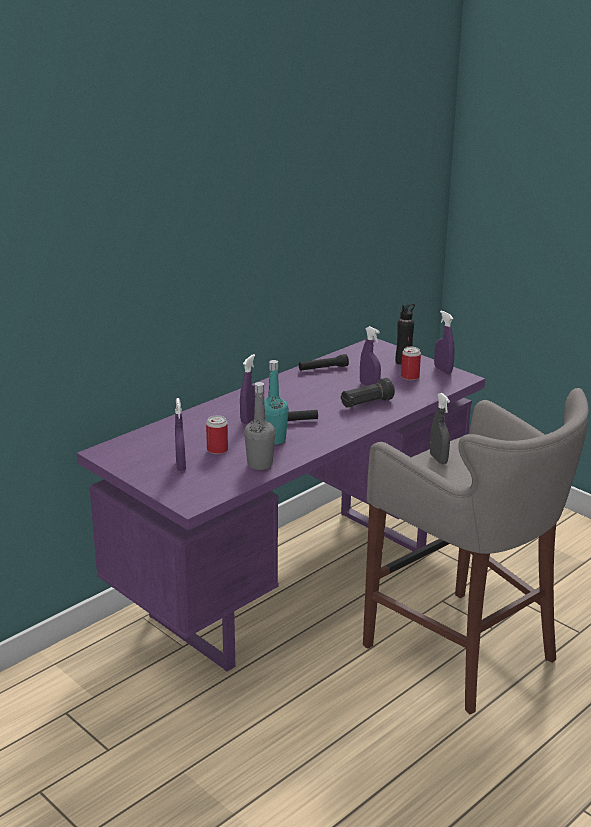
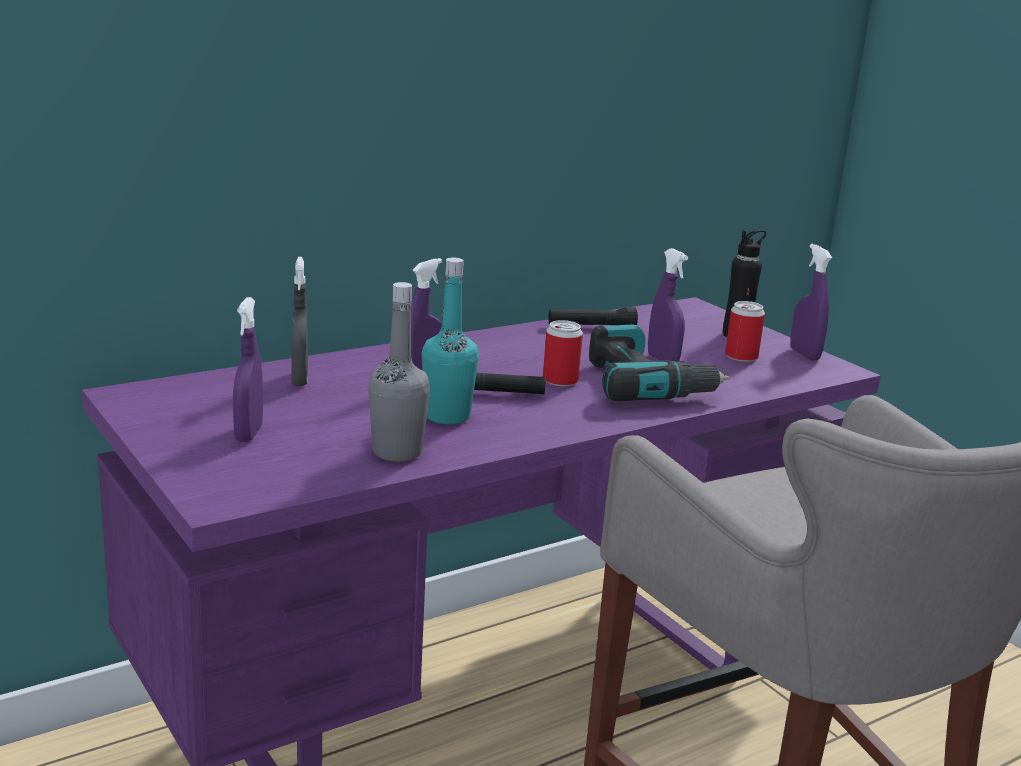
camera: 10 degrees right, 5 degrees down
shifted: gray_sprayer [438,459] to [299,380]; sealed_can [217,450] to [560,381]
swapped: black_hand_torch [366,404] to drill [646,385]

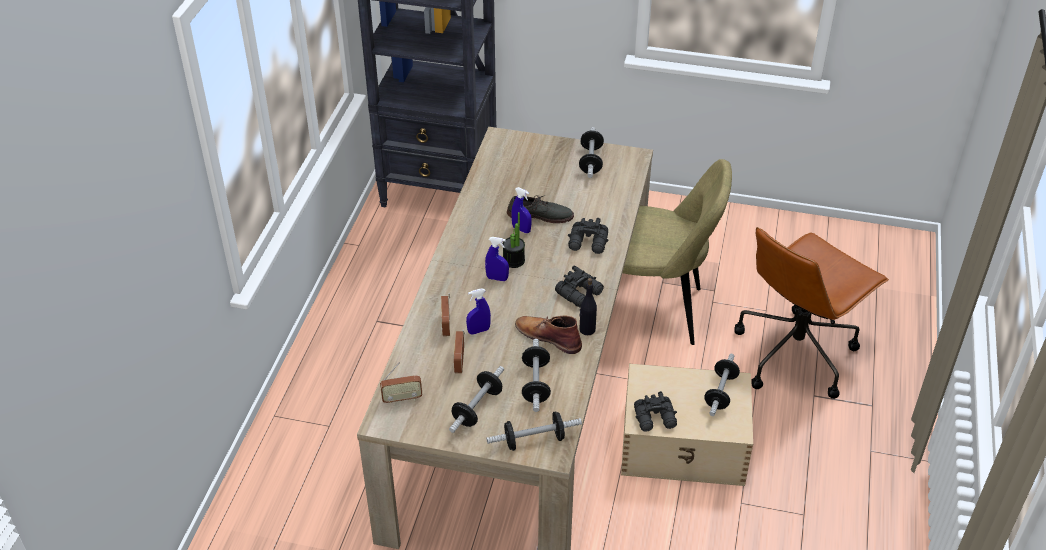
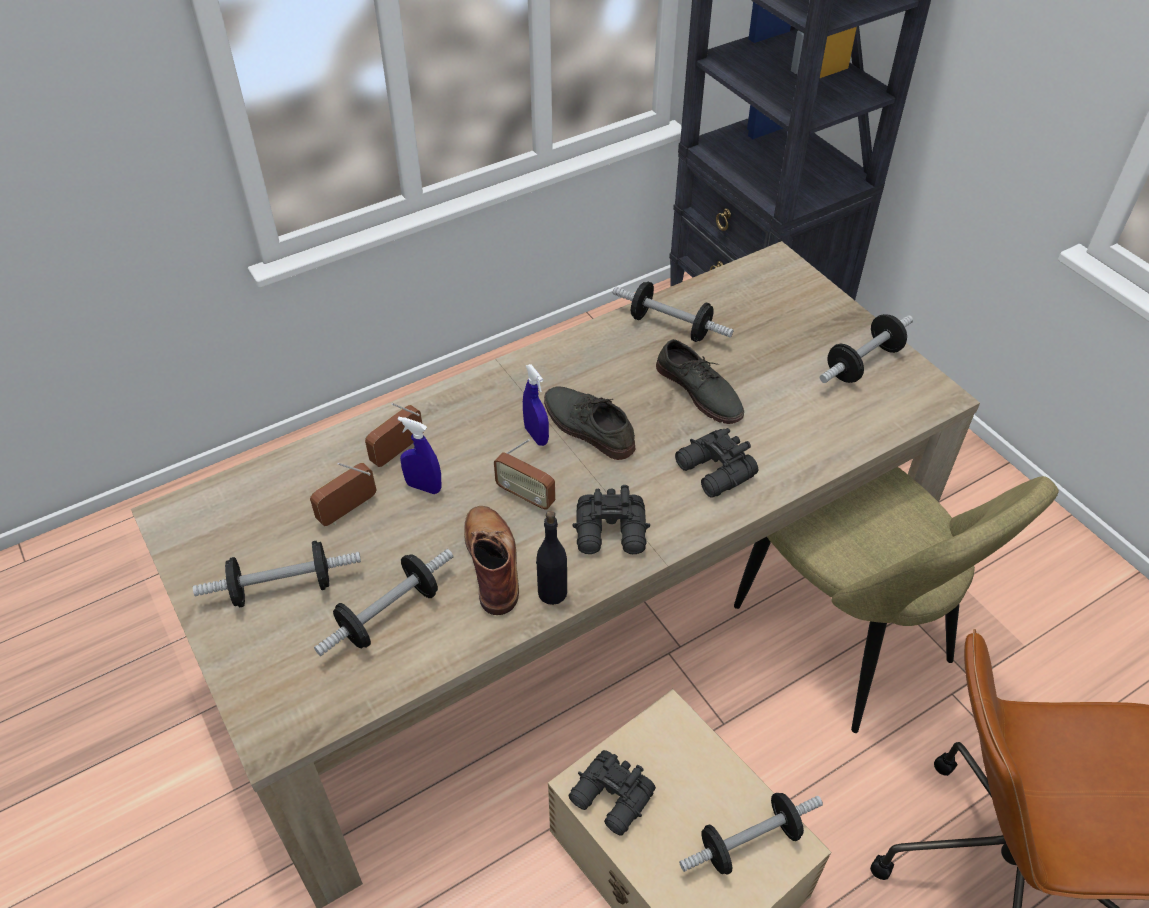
camera: 45 degrees right, 5 degrees up
gone: blue_sprayer [521,229]
shifted: radio [402,398] to [525,496]; free_weight [534,440] to [670,326]
swapped: potted_plant [513,260] to gray_item_of_footwear [587,427]

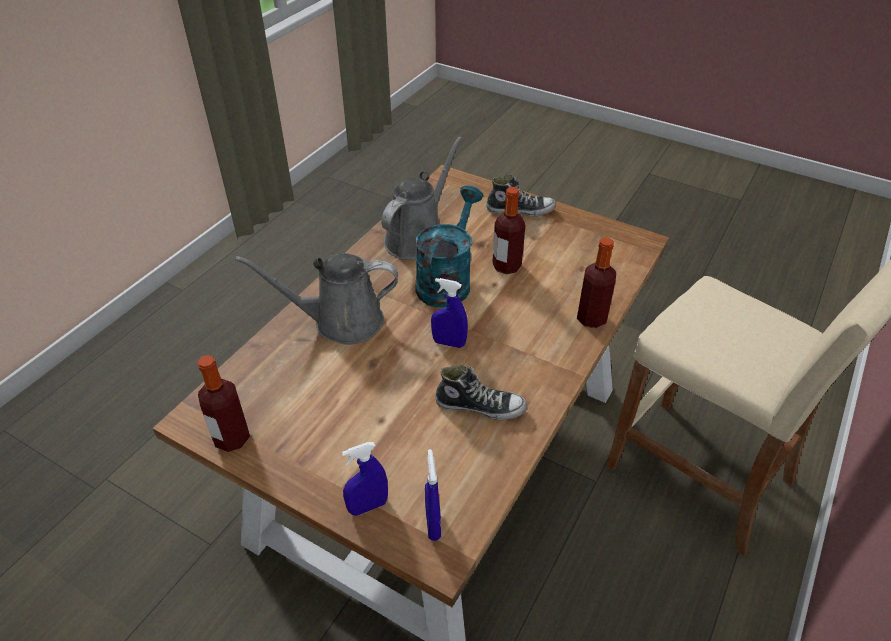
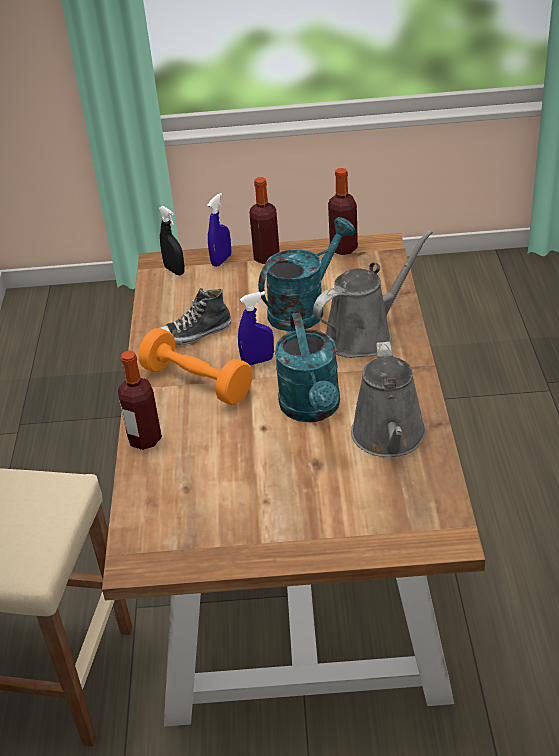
camera: 150 degrees right, 5 degrees down
gone: item_of_footwear [520,210]
new: orange_free_weight [197,382]; turquoise_sprinkling_can [304,308]
shifted: drink_bottle [506,266] to [266,257]
repainted: blue_sprayer [433,524] to black_sprayer [174,270]

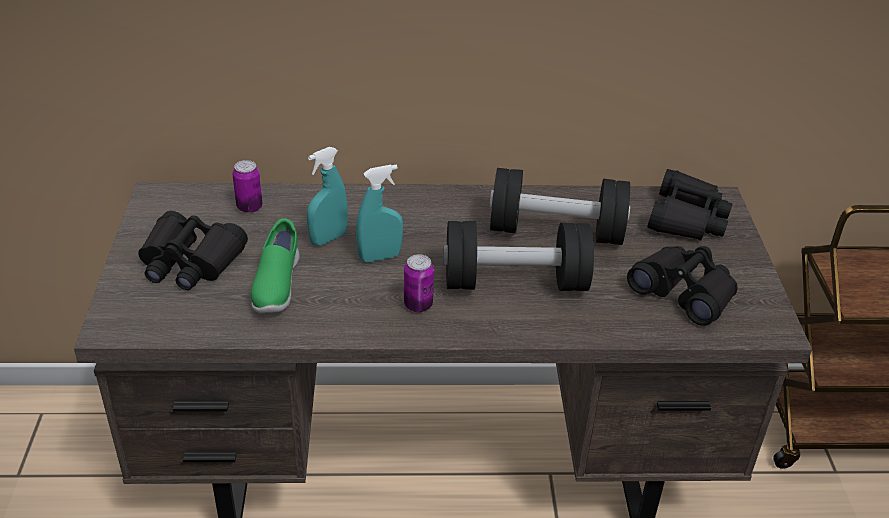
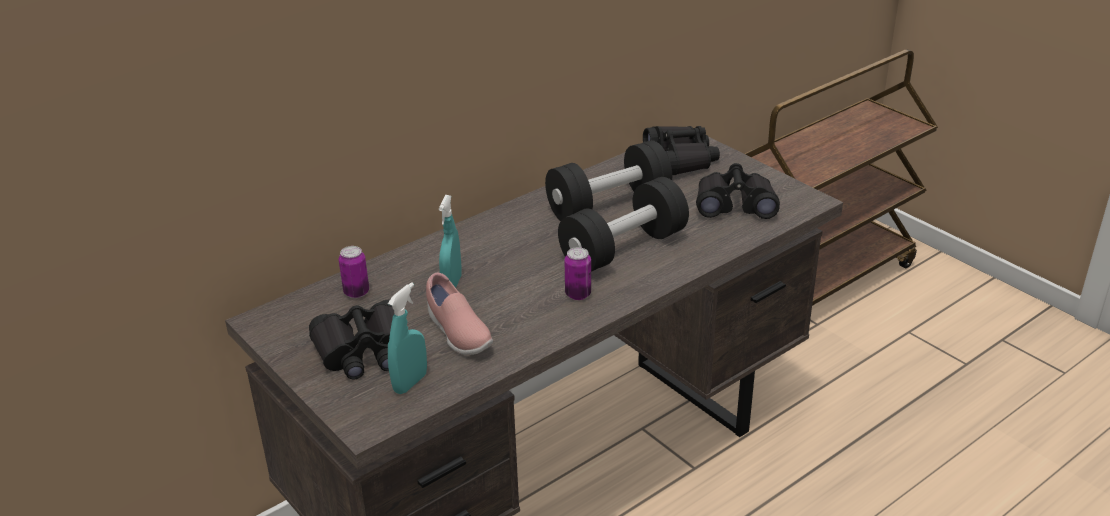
camera: 35 degrees left, 5 degrees down
shifted: turquoise_sprayer [380,257] to [410,383]
repainted: green_item_of_footwear [276,286] to pink_item_of_footwear [457,333]

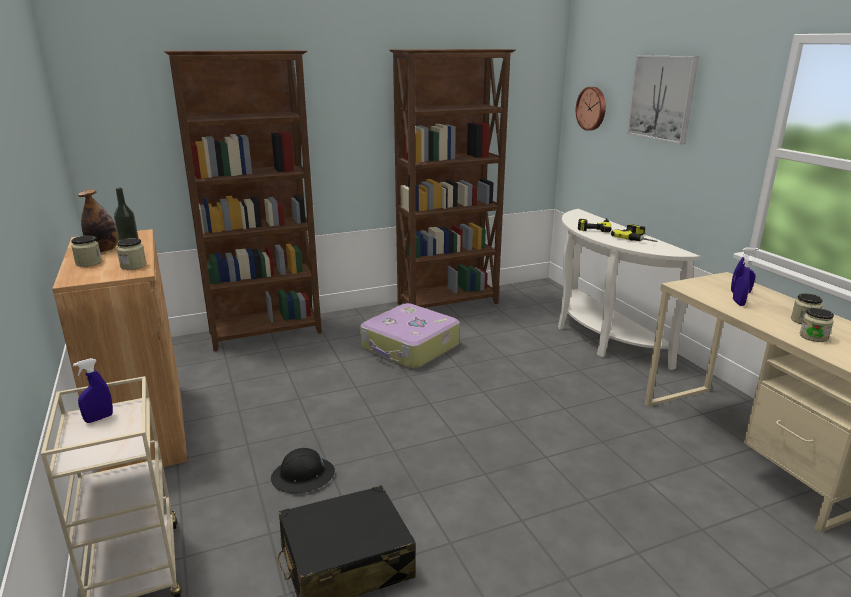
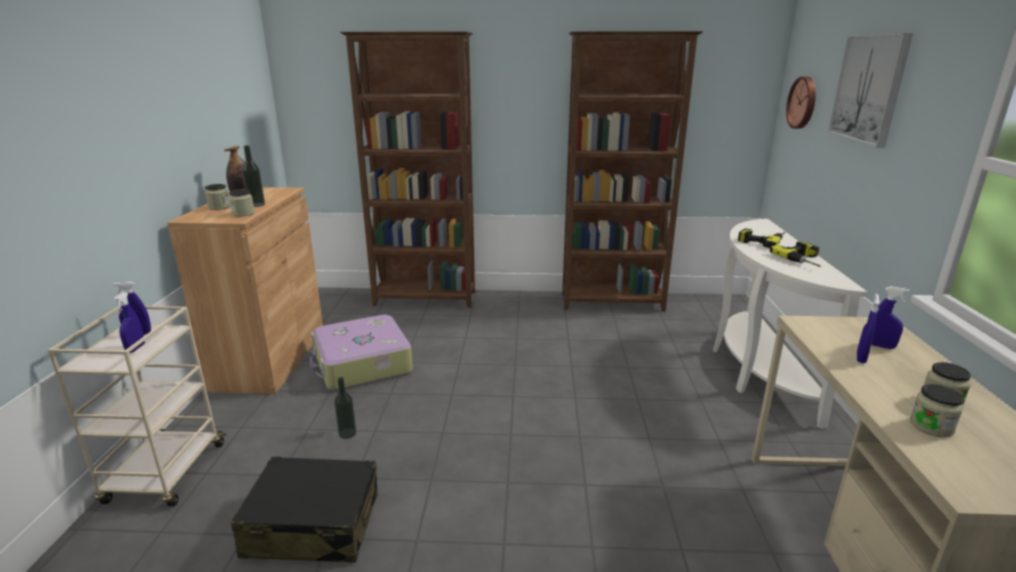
camera: 25 degrees right, 0 degrees up
new: blue_sprayer [135,348]
shifted: travel_case [410,347] to [362,364]
swapped: black_hard_hat [303,476] to drink_bottle [347,433]

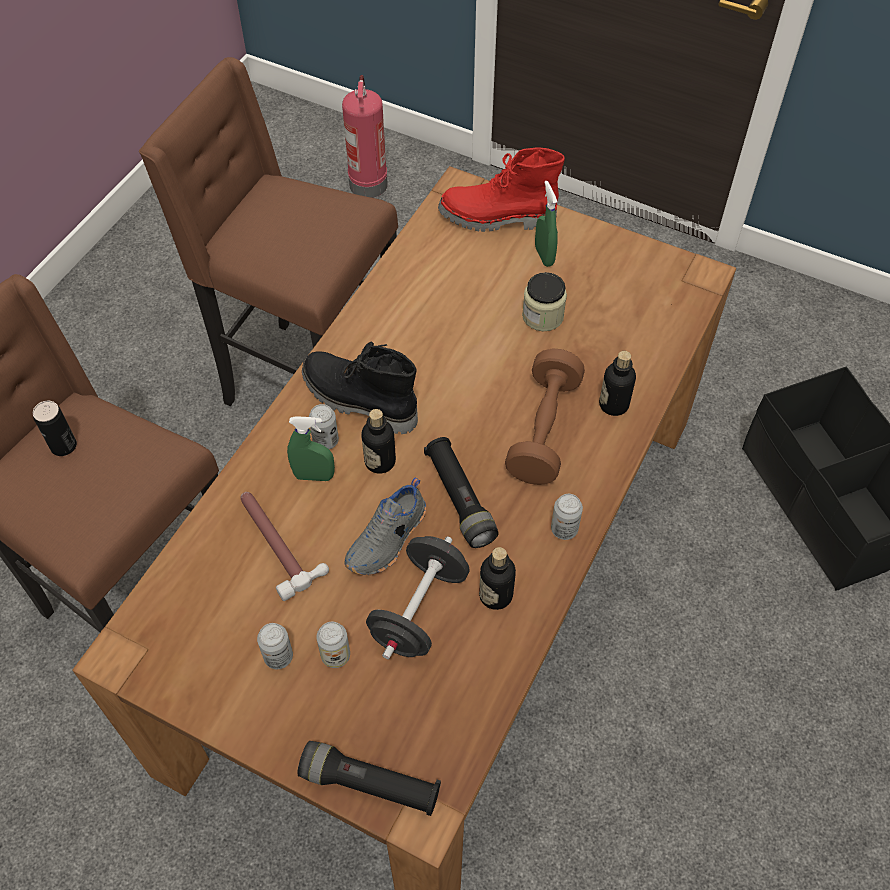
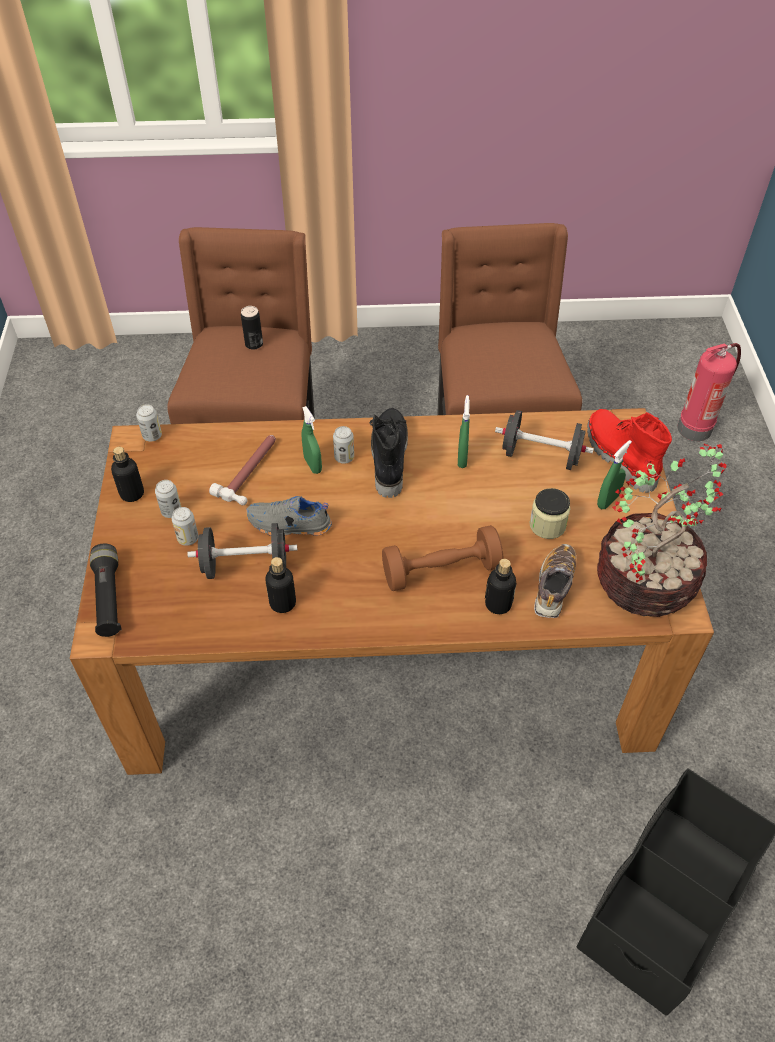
camera: 60 degrees right, 5 degrees down
gone: black_hand_torch [460,499]
new: green_sprayer [462,458]; black_free_weight [541,456]; item_of_footwear [554,587]; potted_plant [646,580]
shifted: drink_bottle [380,461] to [132,493]; sealed_can [564,529] to [152,436]

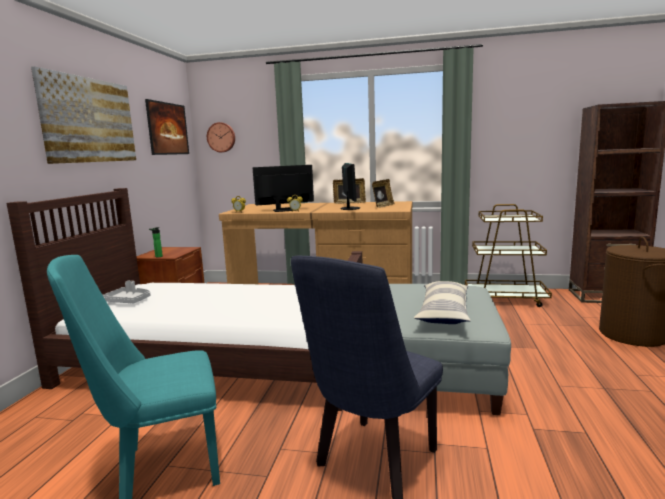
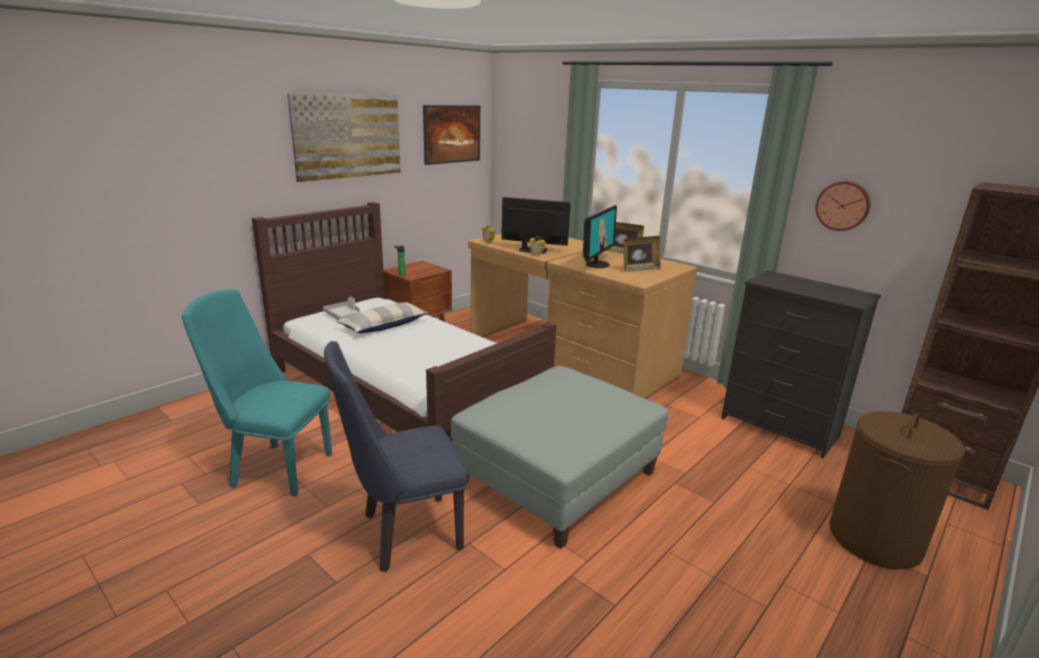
camera: 30 degrees right, 10 degrees up
shifted: cushion [443,312] to [384,326]; wall_clock [221,137] to [843,205]
swapped: brown_wheeled_cart [505,299] to black_dresser [780,427]

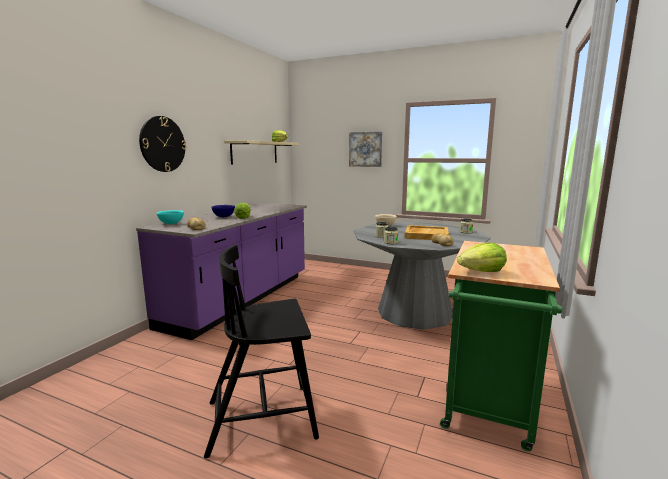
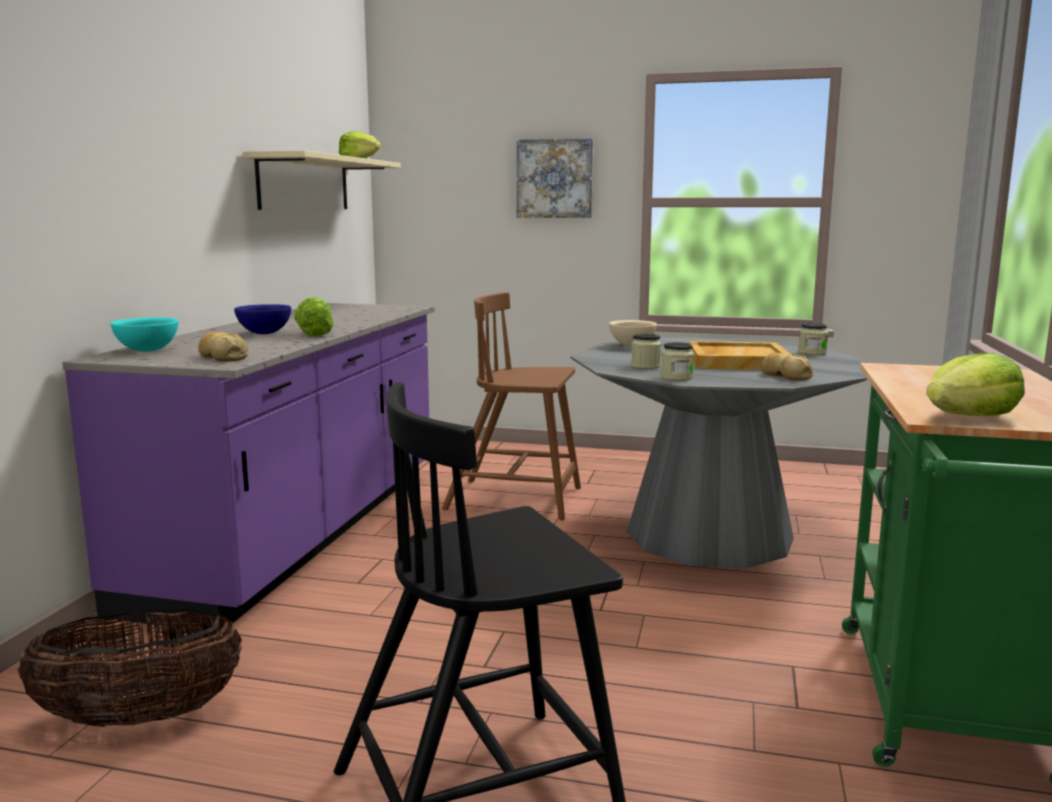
camera: 10 degrees left, 0 degrees up
gone: wall_clock [162,144]
new: storage_basket [140,717]; brown_upright_chair [517,499]

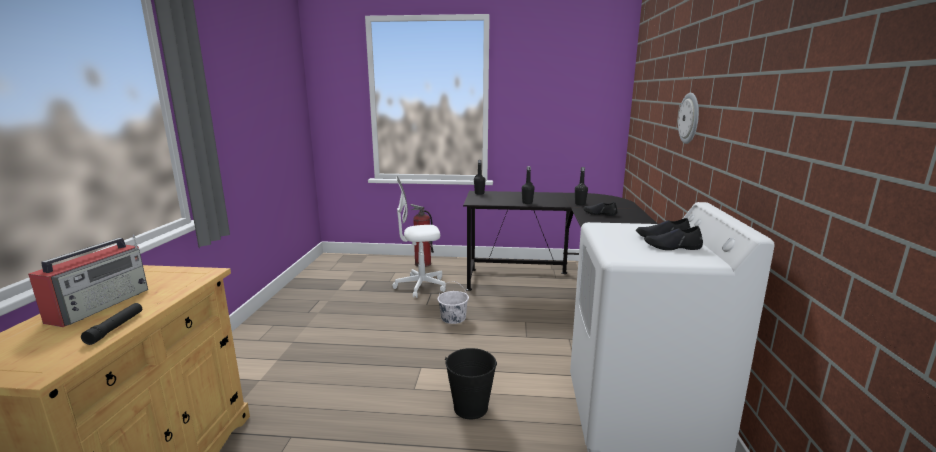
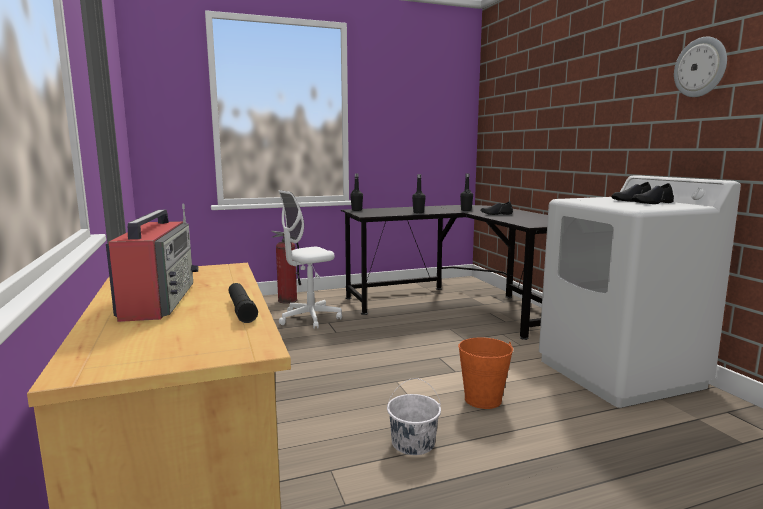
camera: 25 degrees left, 5 degrees down
shifted: white_bucket [453,318] to [412,443]; wall_clock [689,118] to [700,67]
repainted: black_bucket [470,407] to orange_bucket [482,399]

